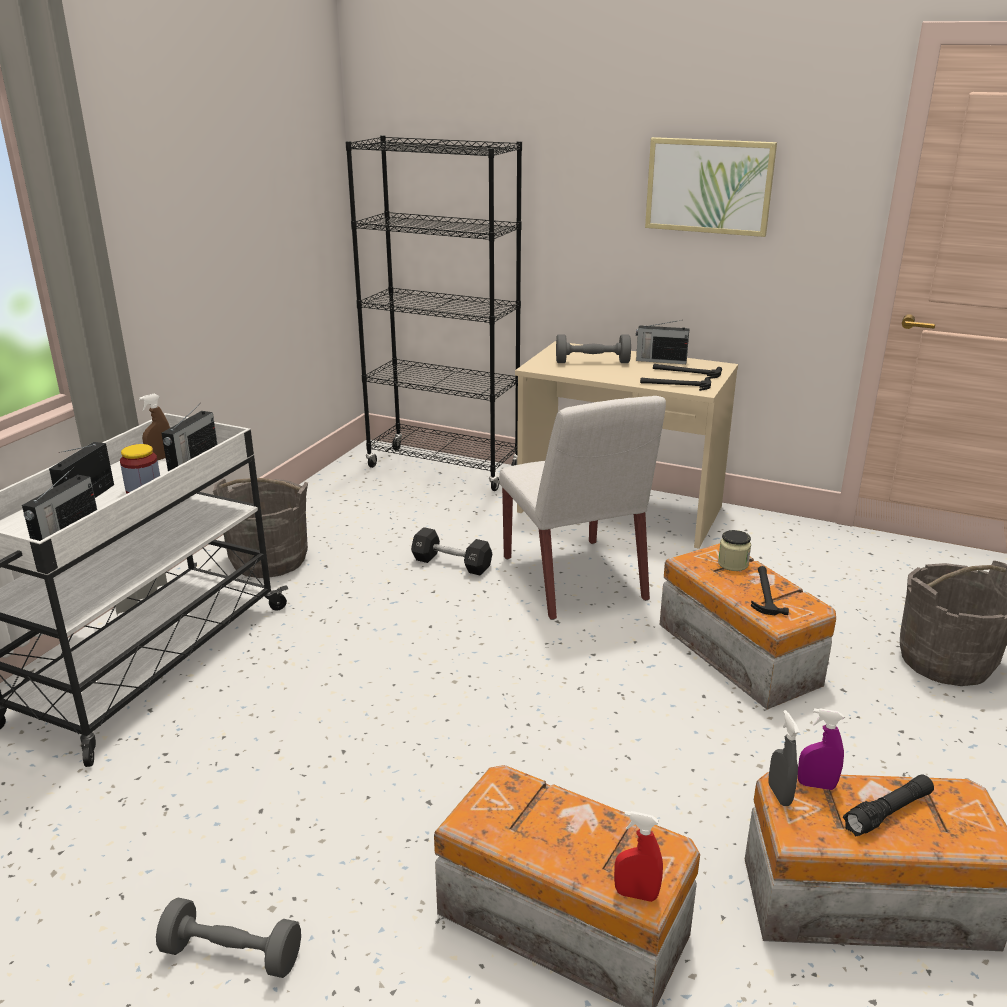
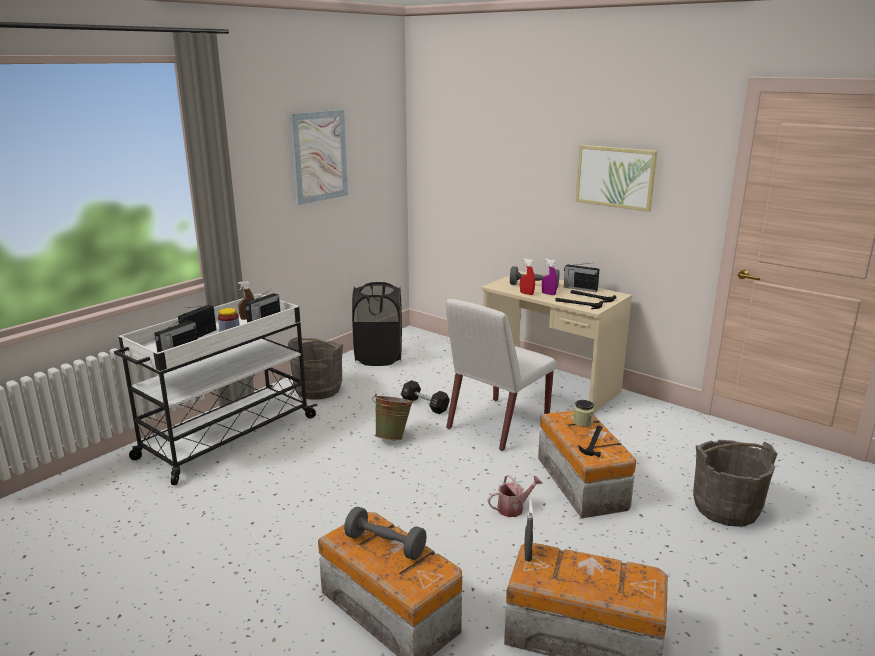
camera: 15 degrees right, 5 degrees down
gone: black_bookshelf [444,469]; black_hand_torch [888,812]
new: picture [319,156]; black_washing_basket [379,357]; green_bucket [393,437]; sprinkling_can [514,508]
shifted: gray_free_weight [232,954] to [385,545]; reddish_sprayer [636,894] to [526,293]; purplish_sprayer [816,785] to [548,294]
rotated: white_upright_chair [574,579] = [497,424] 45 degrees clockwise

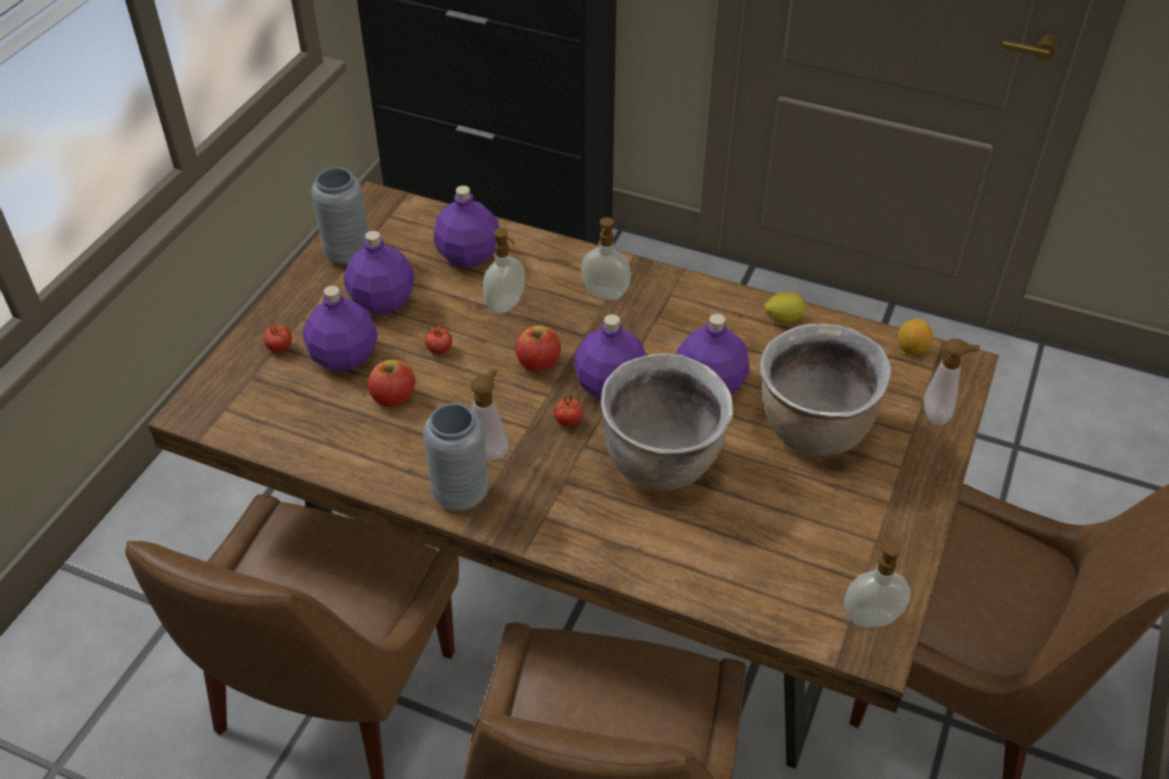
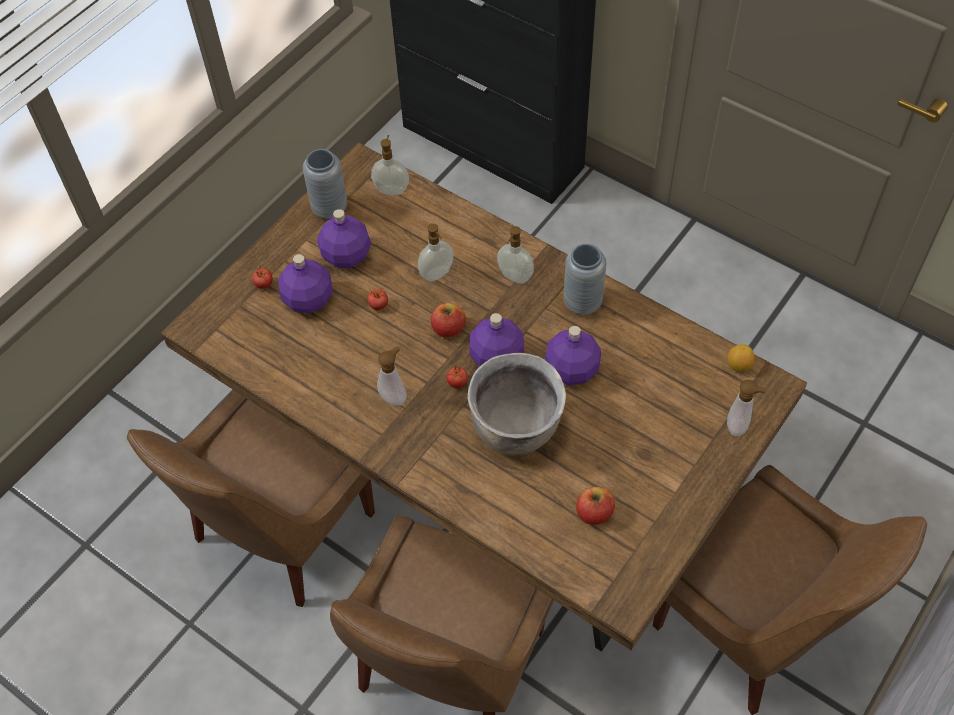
camera: 15 degrees right, 10 degrees up
gone: purplish_drink_bottle [467,256]; brown_stockpot [813,430]; citrus_fruit [783,319]
shifted: soap_bottle [870,616] to [392,189]; gray_flower_vase [460,494] to [582,303]; apple [393,397] to [594,513]

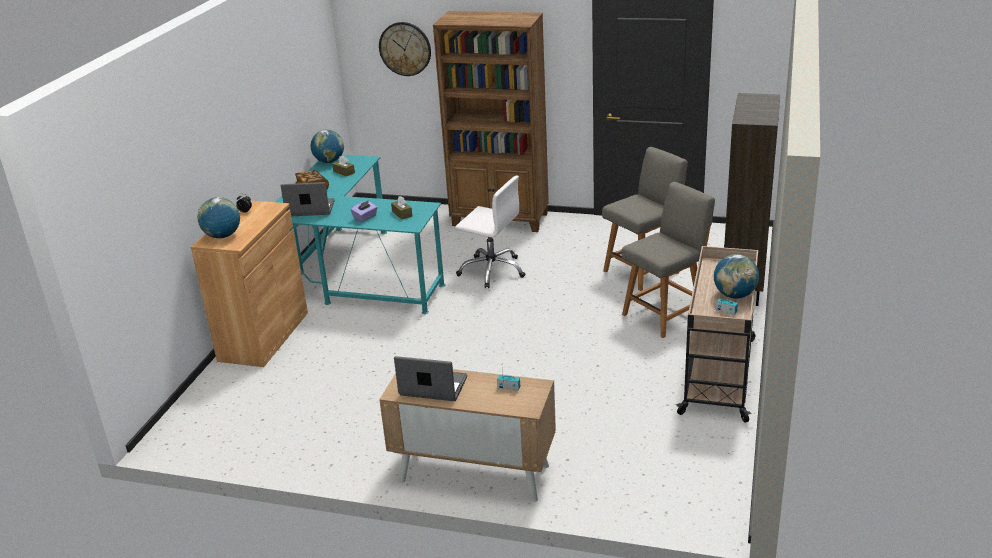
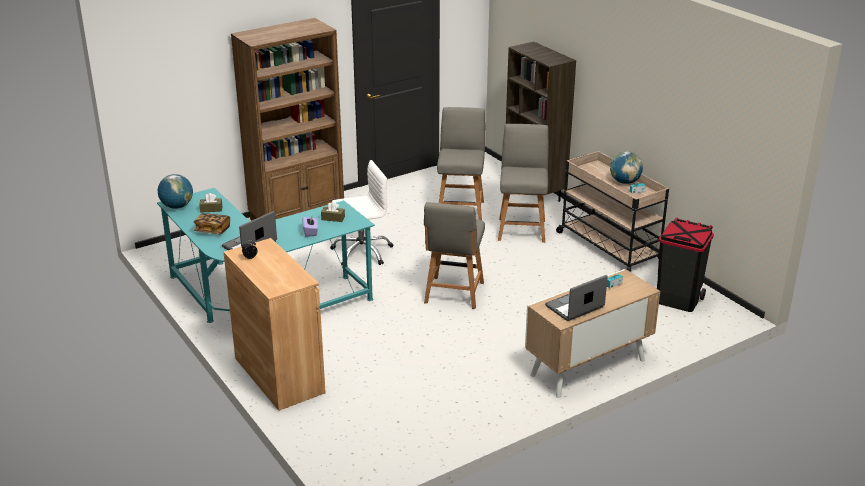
camera: 50 degrees left, 0 degrees up
gone: world_globe [222,236]; wall_clock [405,48]
new: gray_upright_chair [453,294]; black_trash_can [678,300]

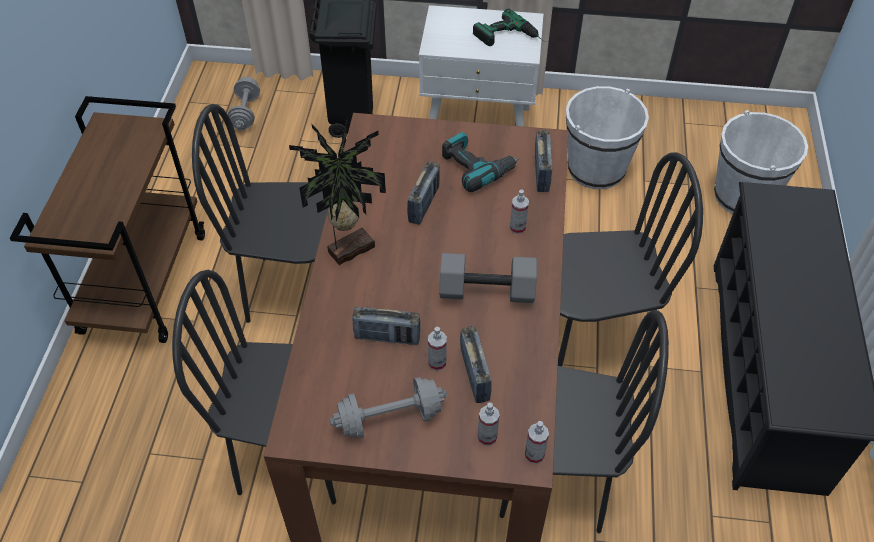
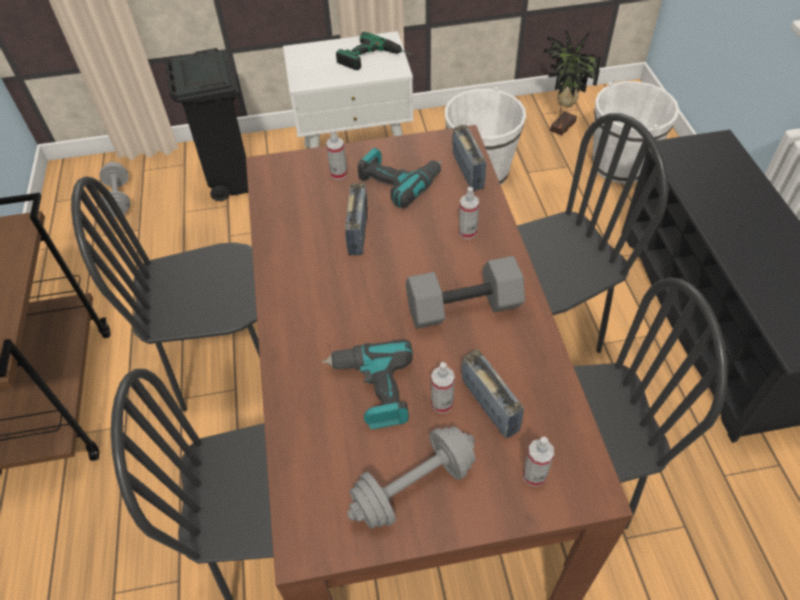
camera: 15 degrees left, 0 degrees up
shifted: sprayer [534,454] to [338,174]; potted_plant [348,248] to [560,126]
swapped: radio [387,337] to drill [373,390]

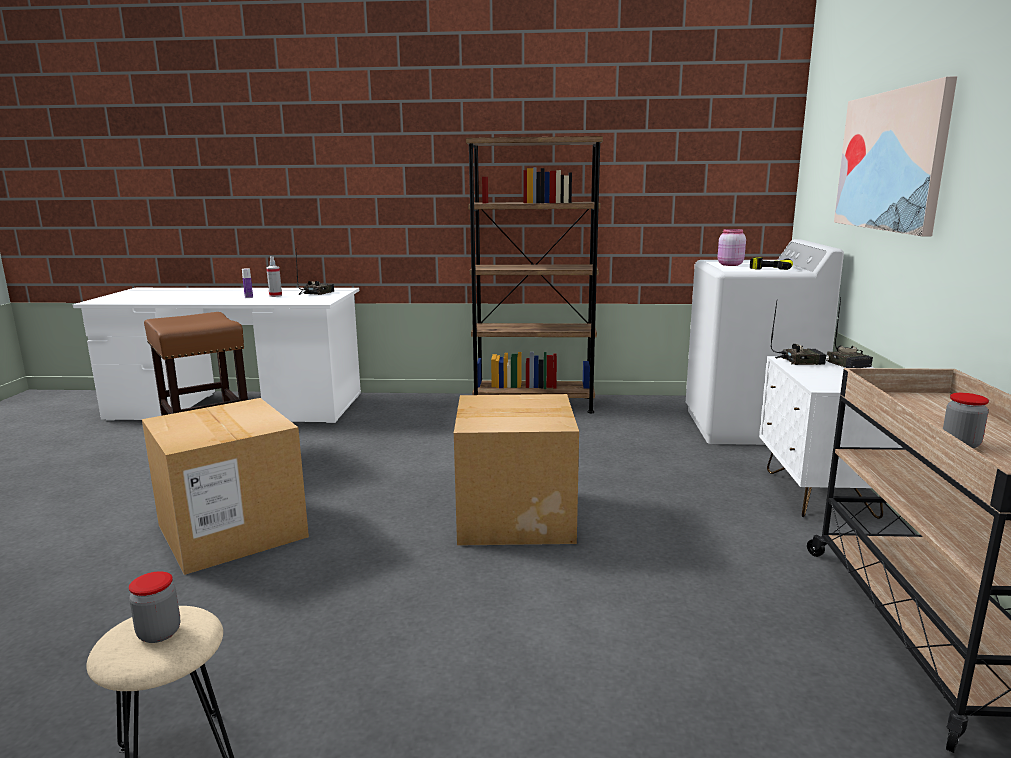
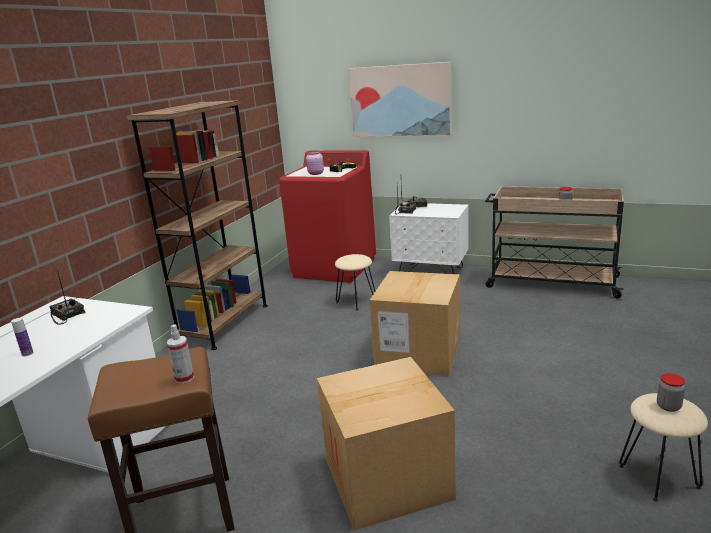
camera: 70 degrees left, 5 degrees up
new: beige_stool [356,301]
shifted: sprayer [275,295] to [184,378]
repainted: white_laundry_machine [748,426] to reddish_laundry_machine [335,268]

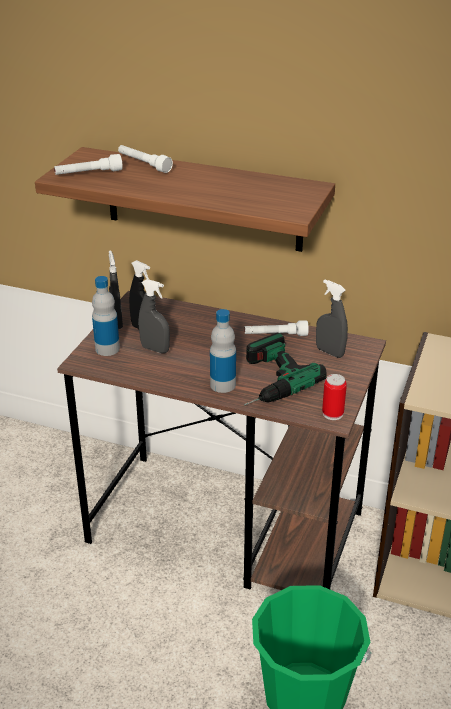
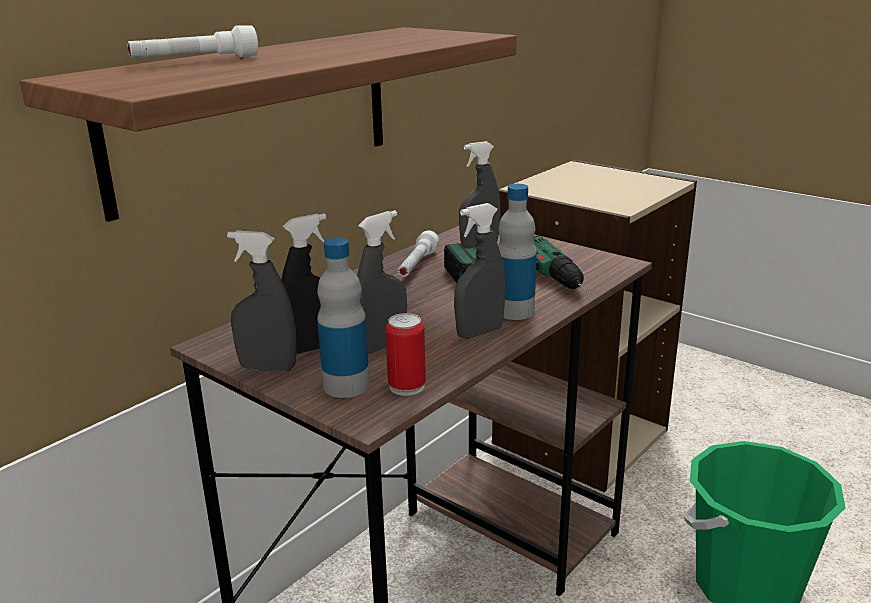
camera: 70 degrees left, 10 degrees down
gone: white_hand_torch [88,174]
new: gray_sprayer [479,333]
shifted: sealed_can [332,413] to [407,386]

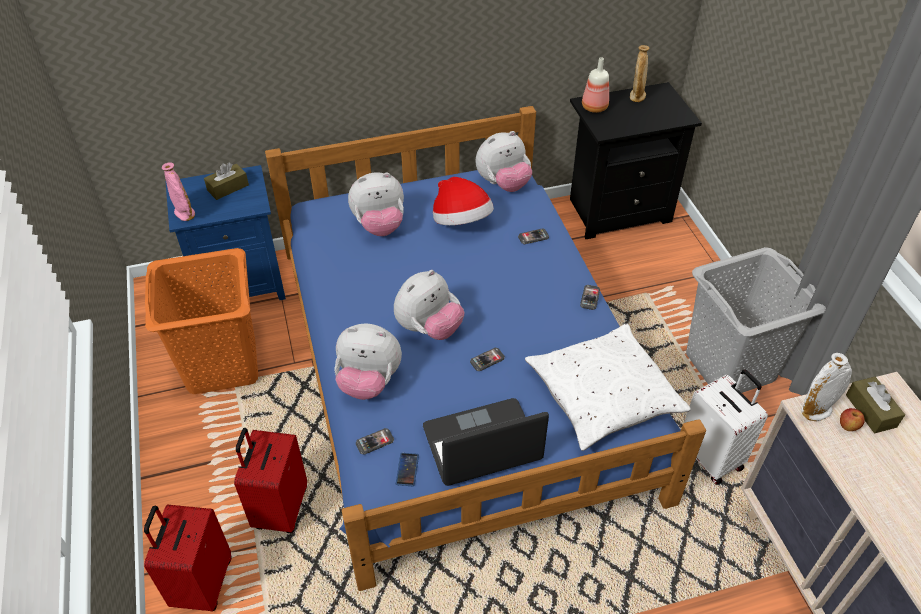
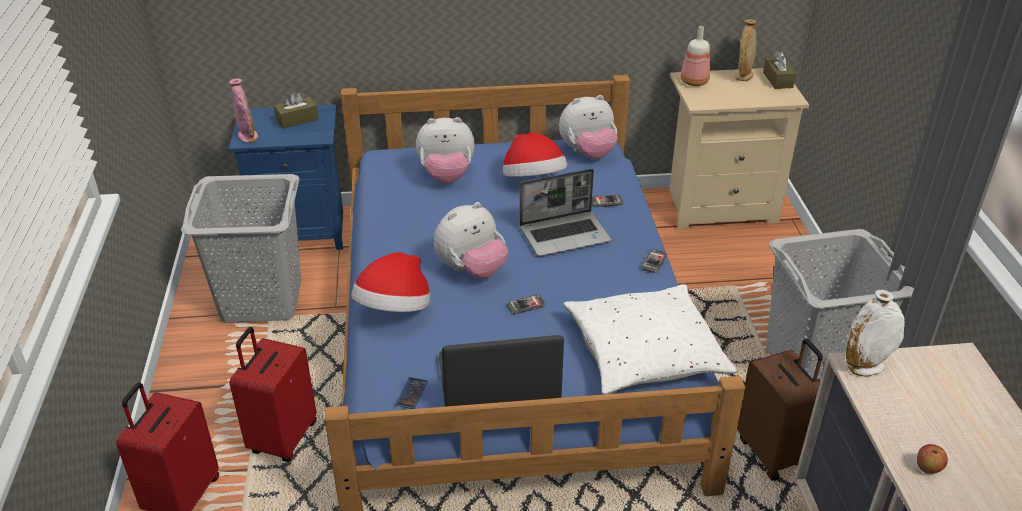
camera: 10 degrees right, 10 degrees down
gone: handset [375,442]
new: laptop [565,234]
shifted: brown_box_of_tissues [870,411] to [777,80]; apple [847,426] to [927,468]
swapped: soft_toy [369,382] to hat [394,310]
repainted: orange_washing_basket [223,365] to gray_washing_basket [262,300]; black_night_table [617,210] to beige_night_table [720,205]; white_travel_case [711,456] to brown_travel_case [773,452]

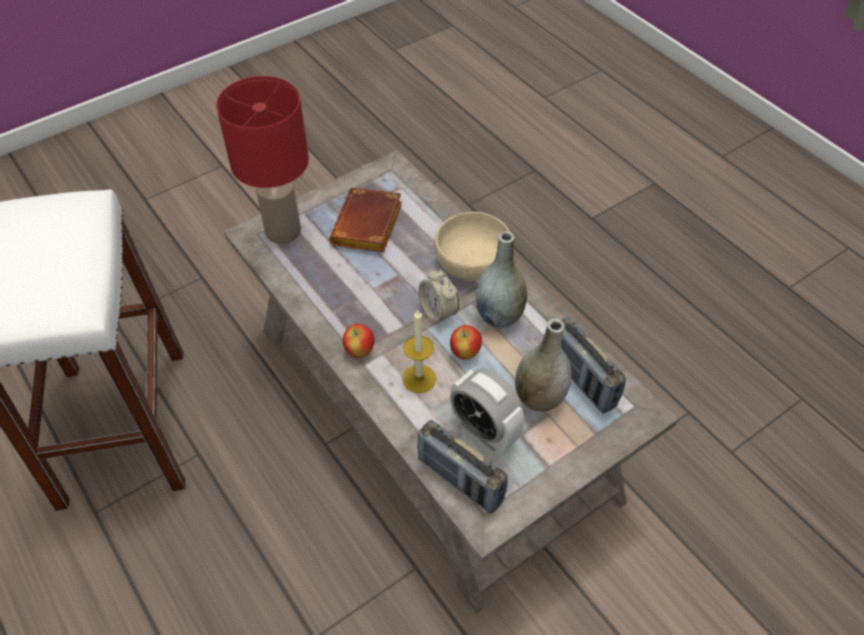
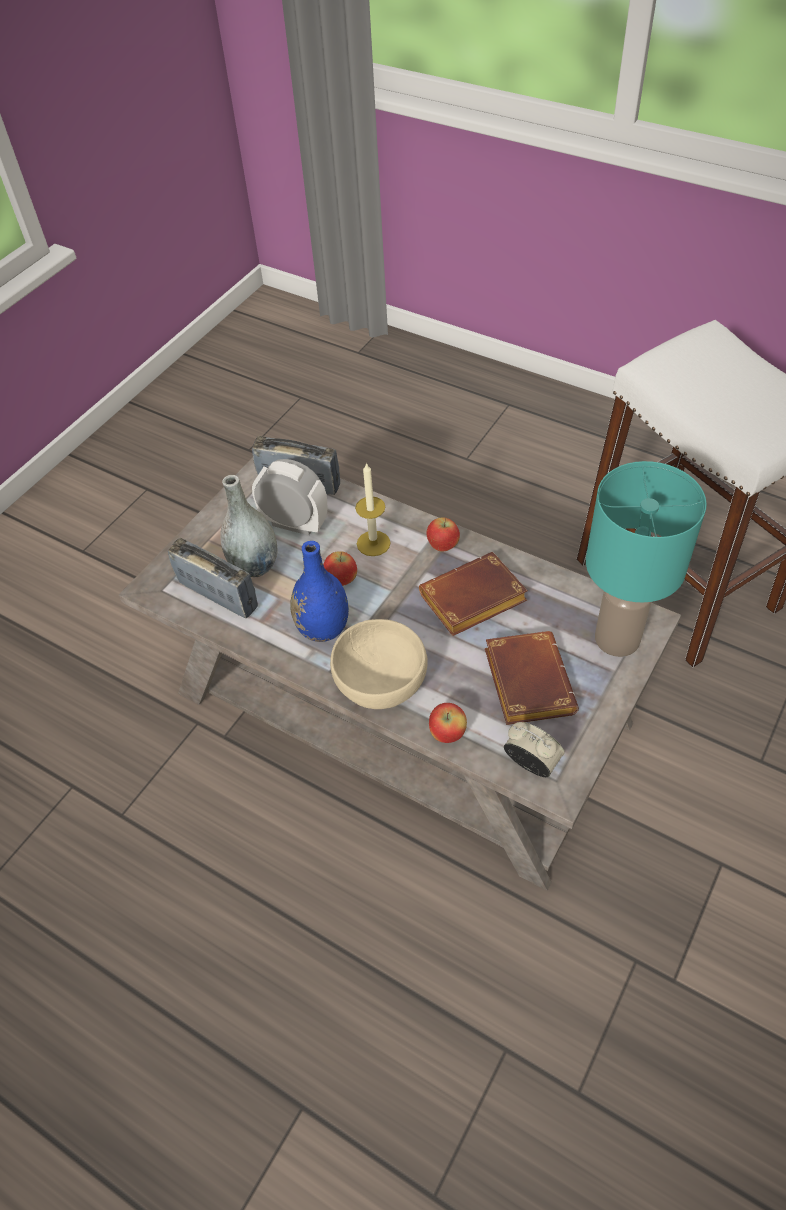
camera: 160 degrees right, 0 degrees up
new: brown_book [471,602]; apple [447,733]
shifted: table_clock [438,312] to [531,763]
repainted: gray_flower_vase [499,316] to blue_flower_vase [323,629]; reddish_table_lamp [283,230] to turquoise_table_lamp [618,639]

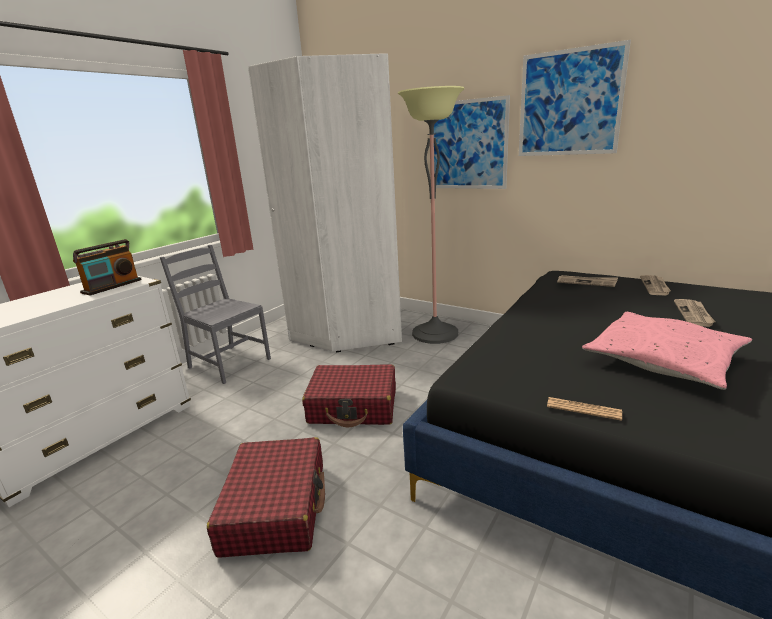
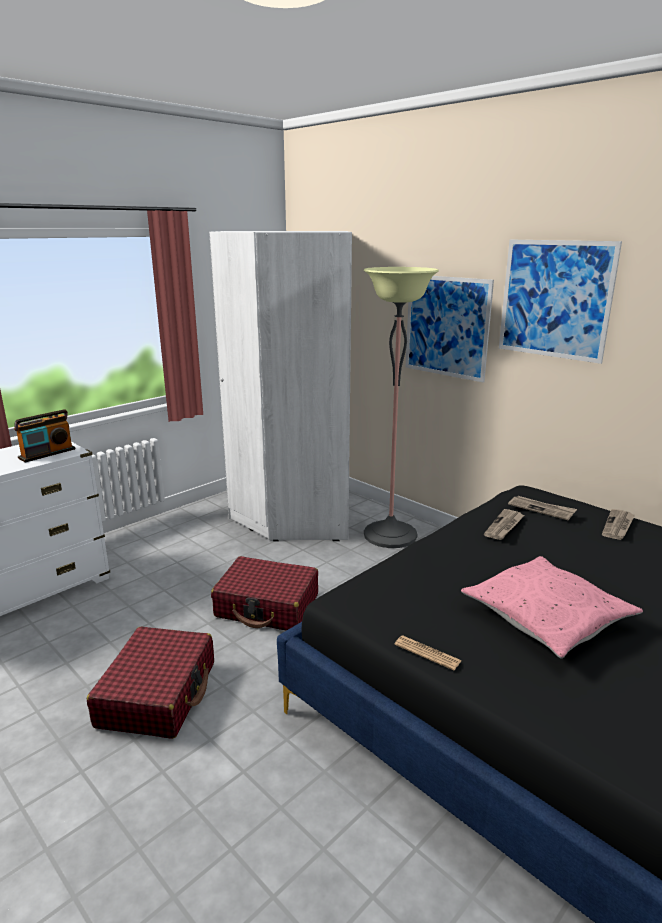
camera: 10 degrees right, 0 degrees up
gone: gray_upright_chair [228,363]
shifted: daily_paper [694,314] to [504,526]

